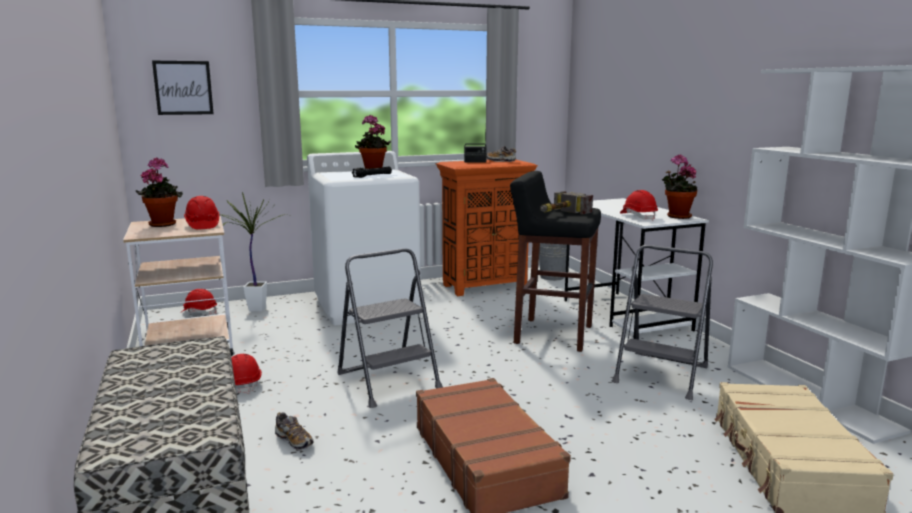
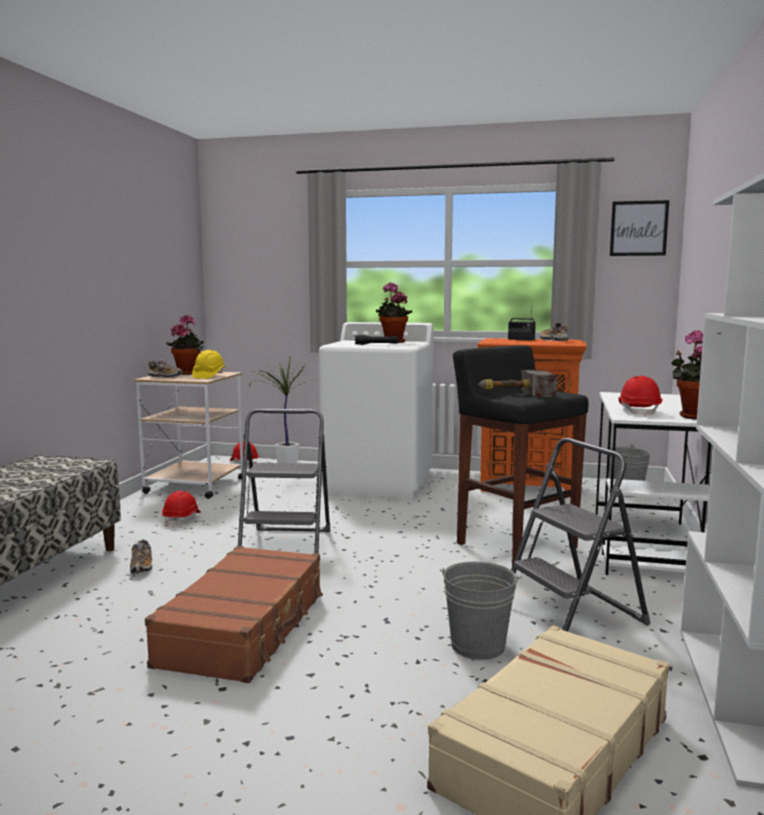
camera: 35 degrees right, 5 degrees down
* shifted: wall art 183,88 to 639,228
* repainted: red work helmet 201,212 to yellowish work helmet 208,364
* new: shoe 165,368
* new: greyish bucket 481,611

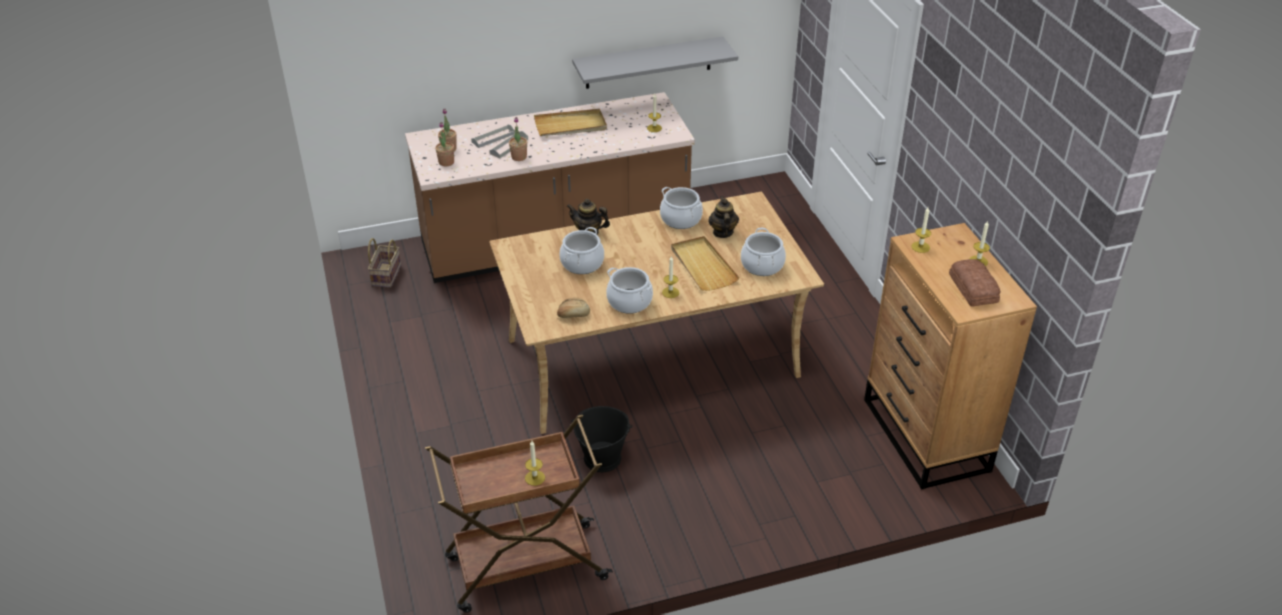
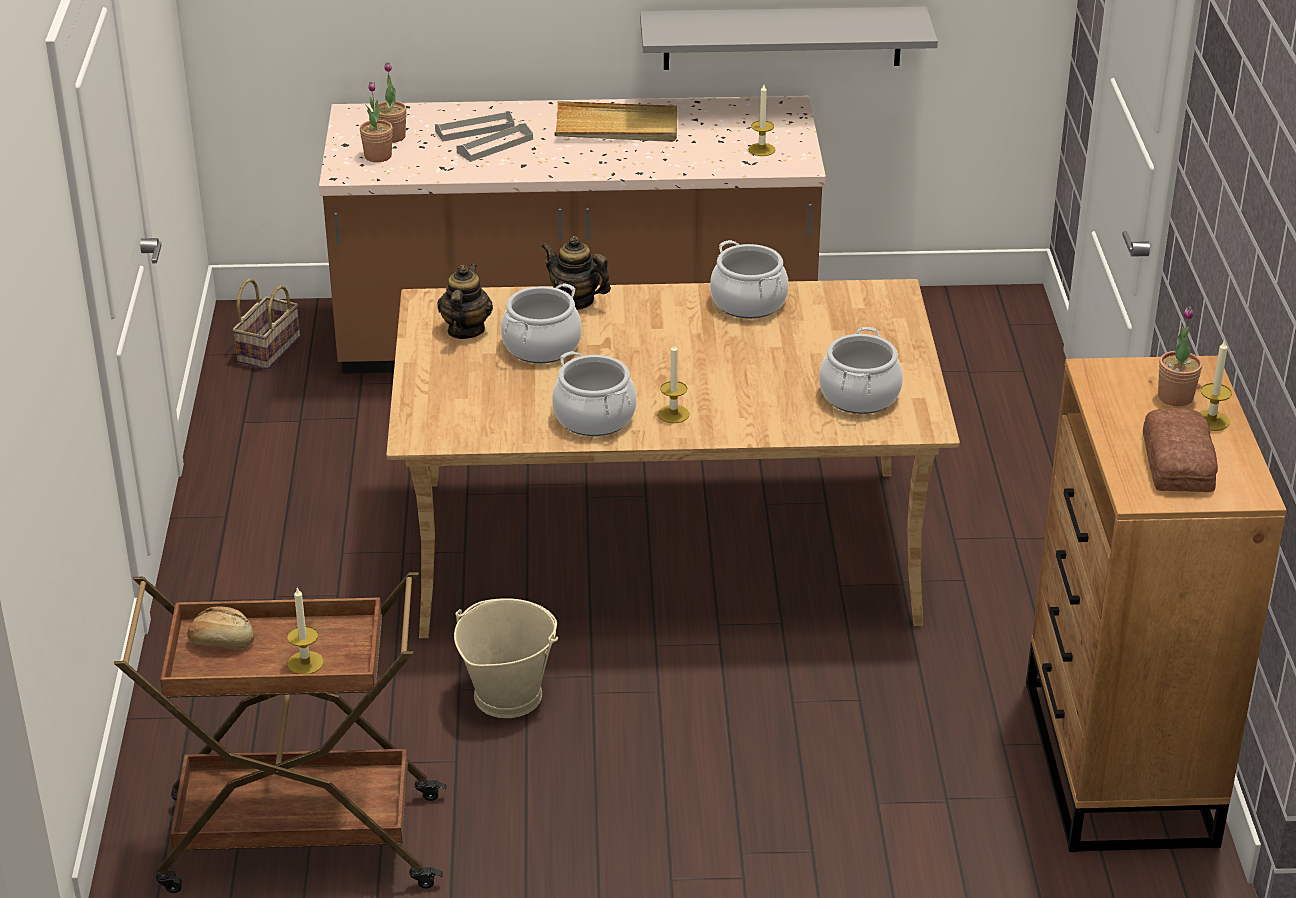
camera: 15 degrees right, 5 degrees down
* shifted: houseplant 518,139 to 1180,356
* shifted: tea pot 723,217 to 465,301
* gone: wax candle 921,230
* gone: beige carrying tray 705,263
* shifted: bread 573,307 to 221,627
* repainted: blackish bucket 601,439 to beige bucket 506,658

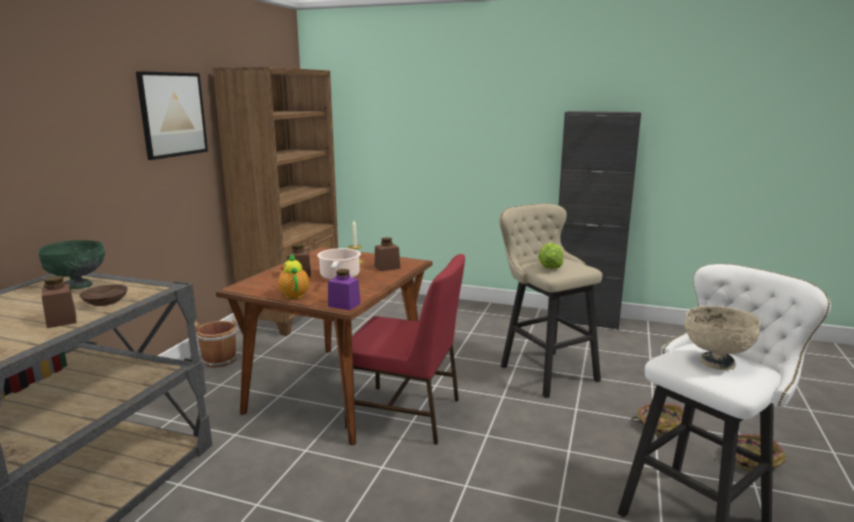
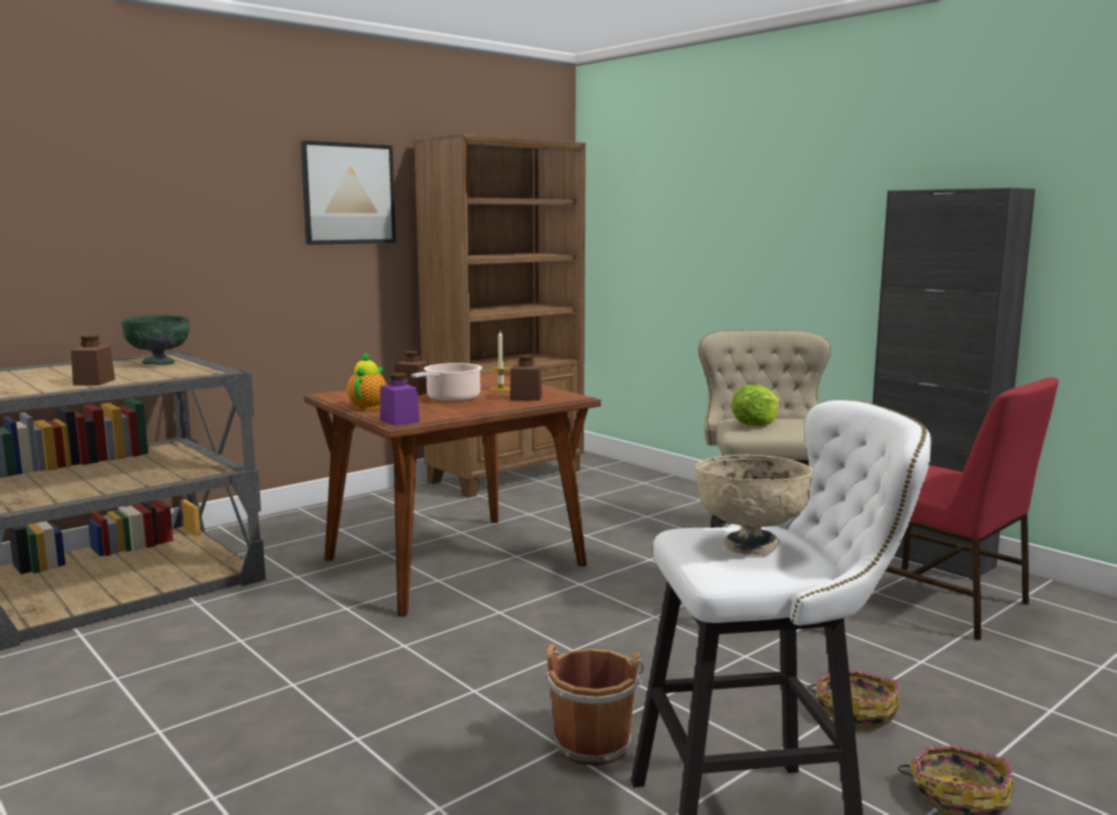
camera: 30 degrees right, 5 degrees down
* shifted: red plain chair 404,349 to 972,508
* gone: brown deep dish 103,295
* shifted: brown bucket 216,342 to 594,705

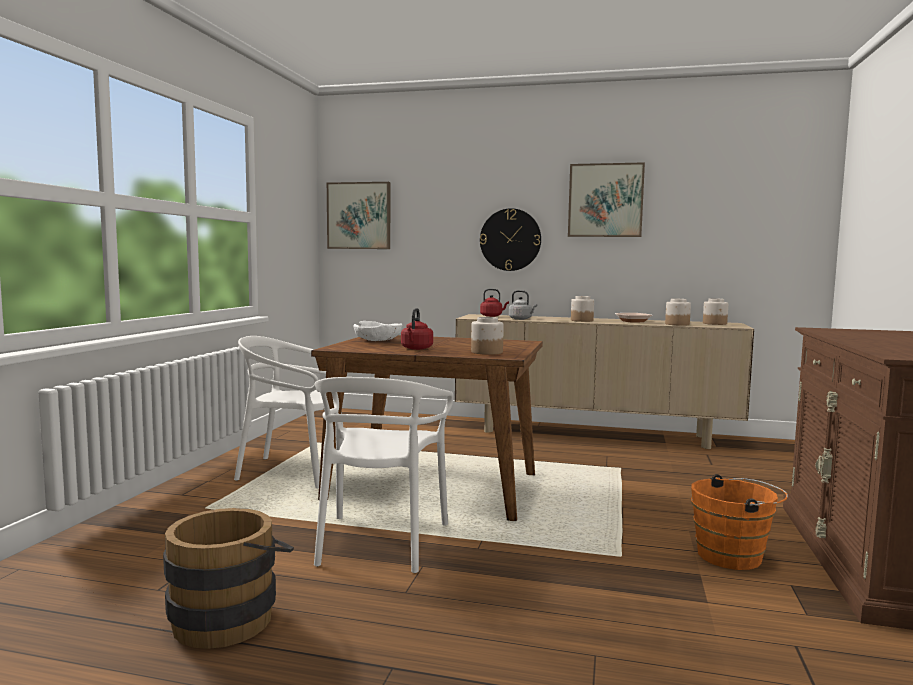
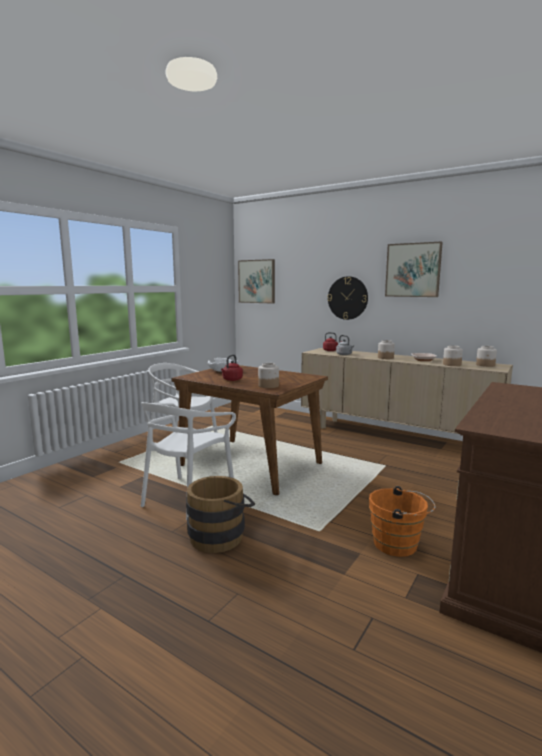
camera: 20 degrees right, 5 degrees up
* shifted: brown bucket 228,578 to 220,514

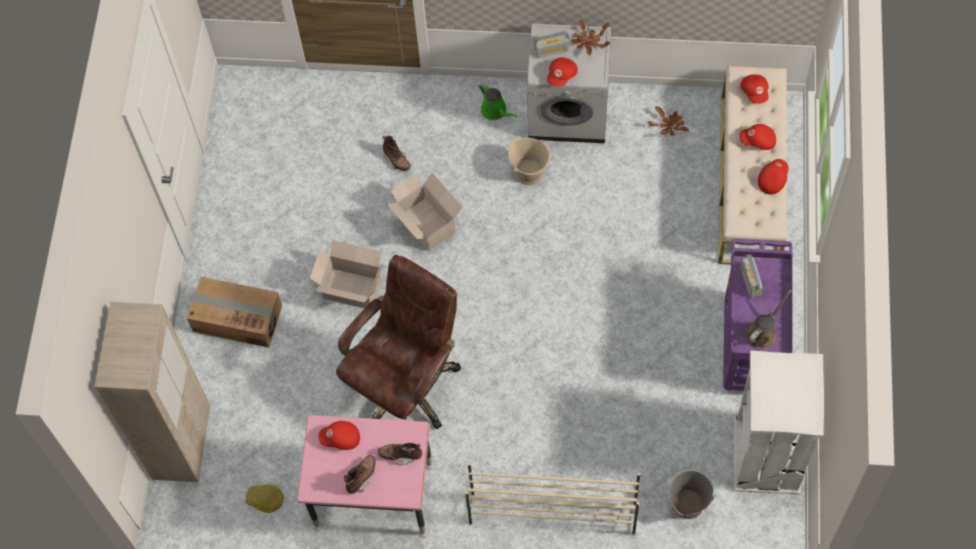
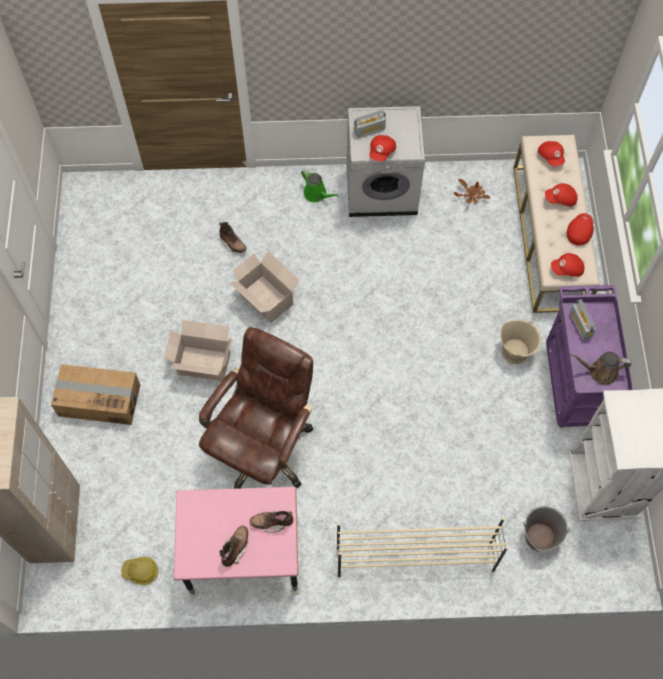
camera: 10 degrees left, 0 degrees up
* gone: houseplant 590,38
* shifted: beige bucket 529,161 to 520,342
* rotated: brown watering pot 769,319 = 601,368 120 degrees counterclockwise
* shifted: red peaked cap 339,435 to 567,265

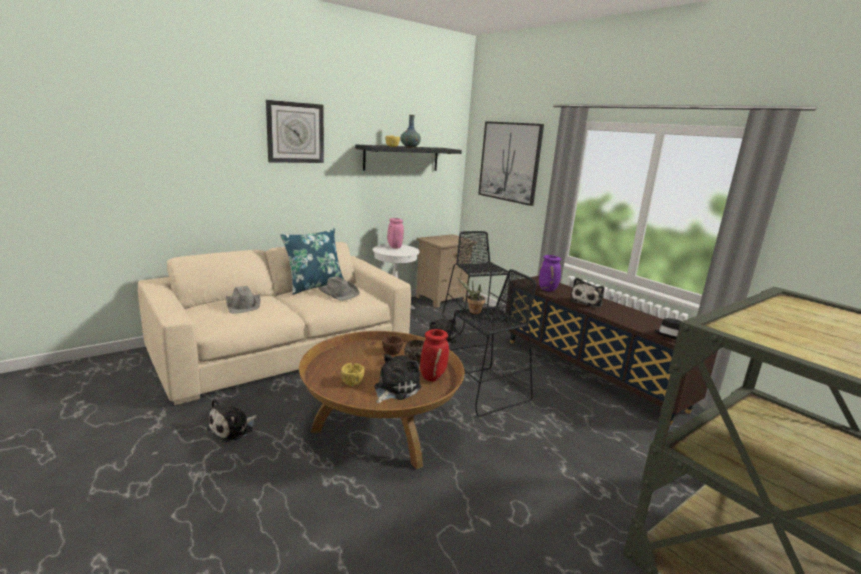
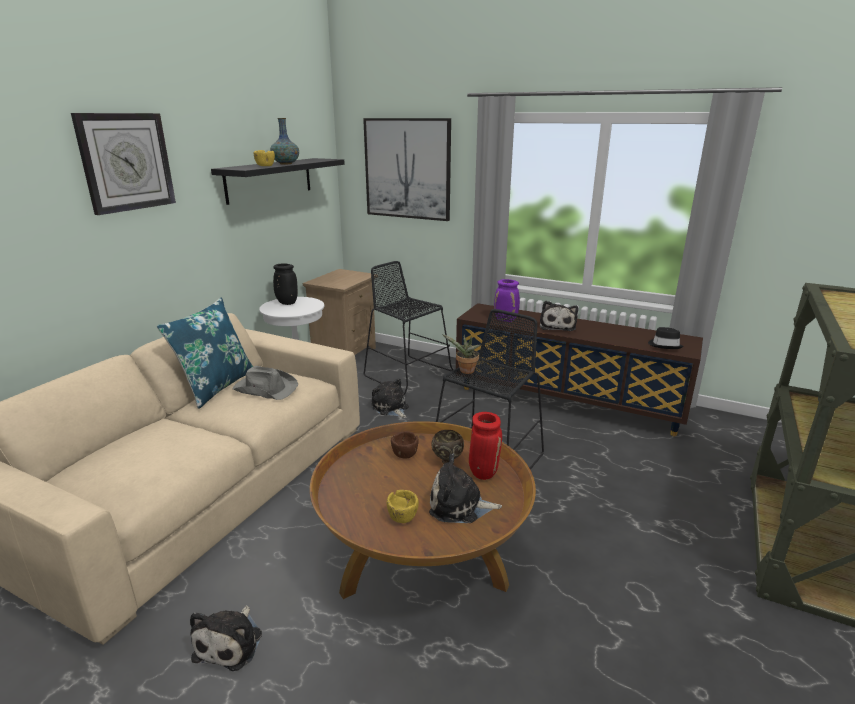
camera: 25 degrees left, 5 degrees up
* repainted: pink-coloured flower vase 395,233 to blackish flower vase 285,284
* gone: greyish hat 243,300
* rotated: cuddly toy 397,378 = 465,488 90 degrees counterclockwise

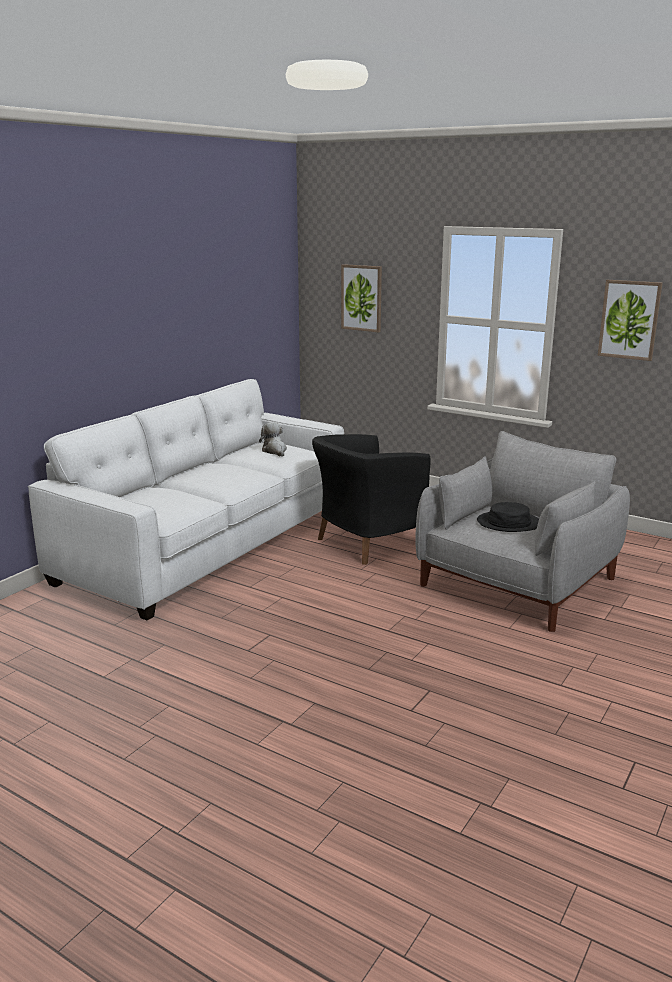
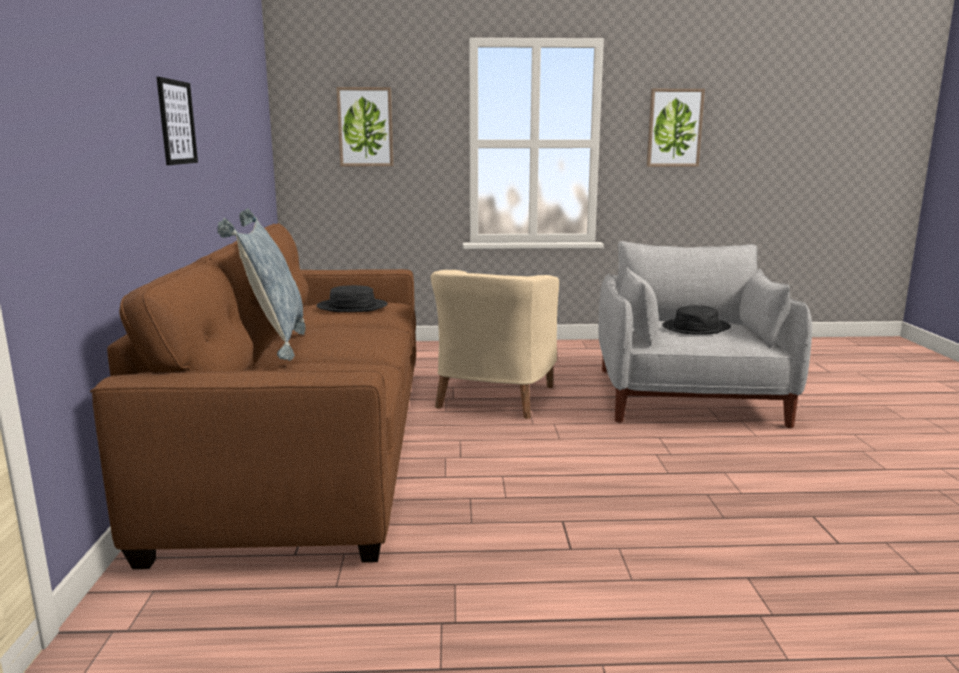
camera: 35 degrees left, 5 degrees down
* repainted: white settee 186,499 to brown settee 253,396
* swapped: cuddly toy 273,439 to blackish hat 352,298
* repainted: blackish armchair 371,499 to beige armchair 495,344
* new: wall art 177,121
* new: cushion 261,284

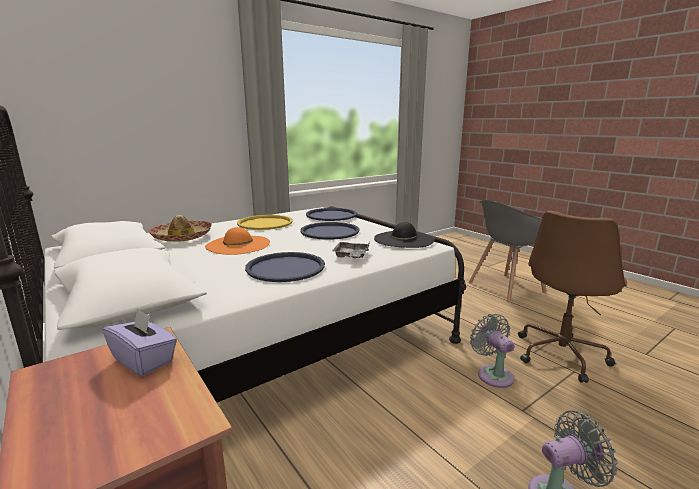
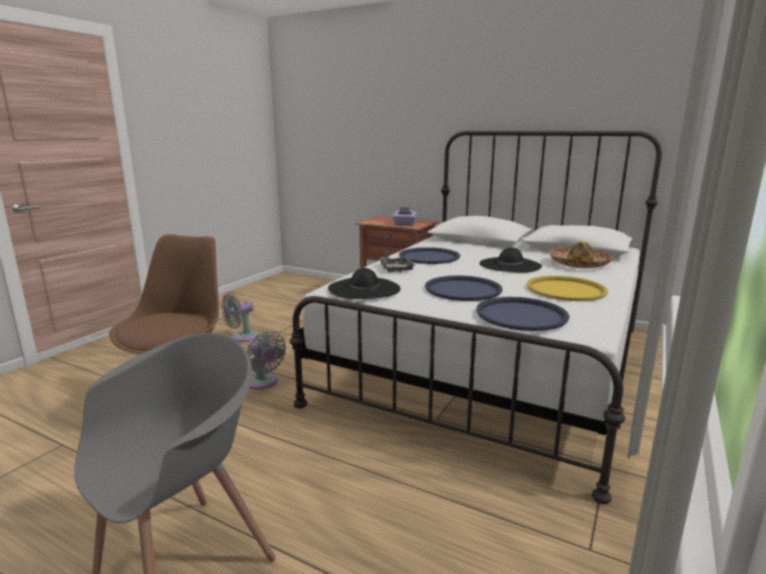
camera: 155 degrees right, 0 degrees up
* repainted: orange-coloured hat 237,241 to blackish hat 511,260

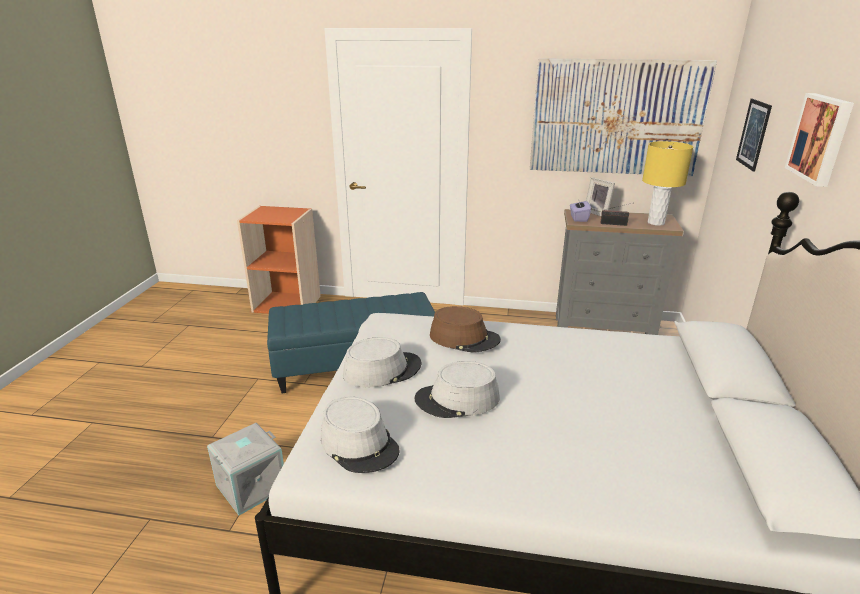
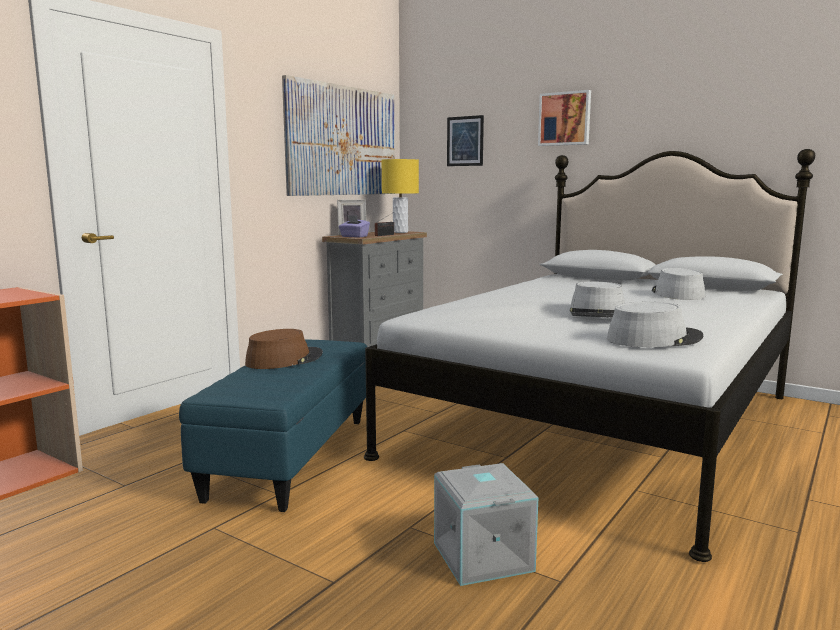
camera: 65 degrees left, 15 degrees down
* shifted: brown hat 465,329 to 284,349
* shifted: greyish hat 382,362 to 678,284

